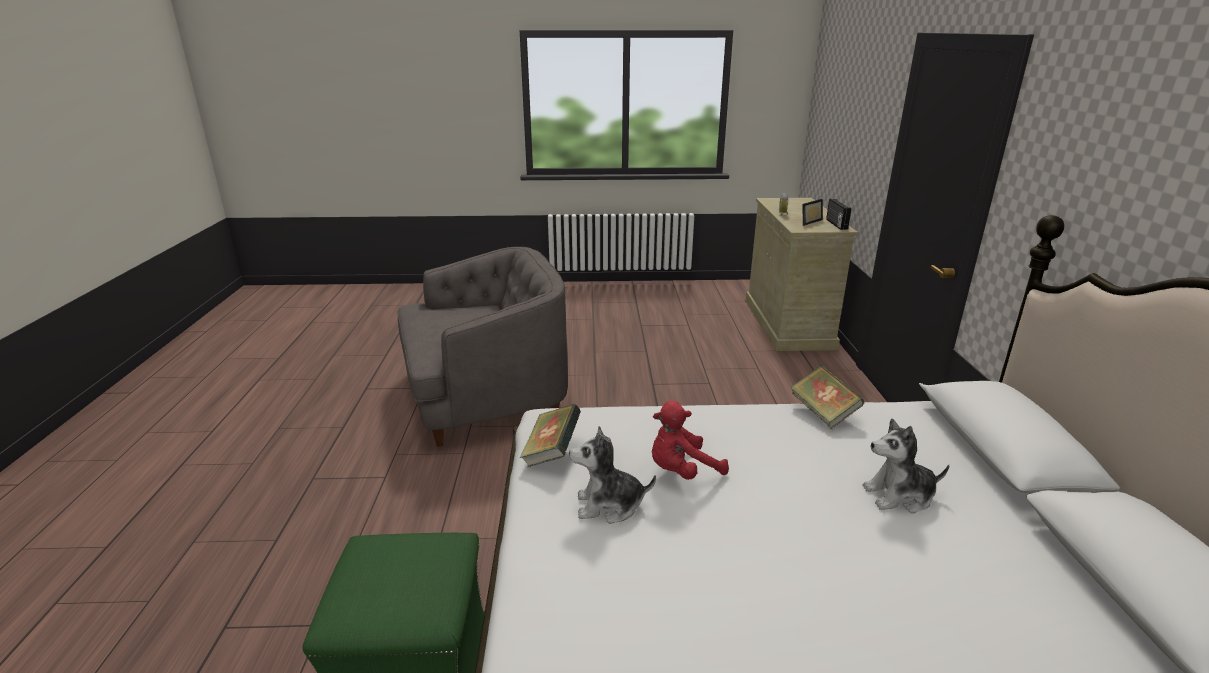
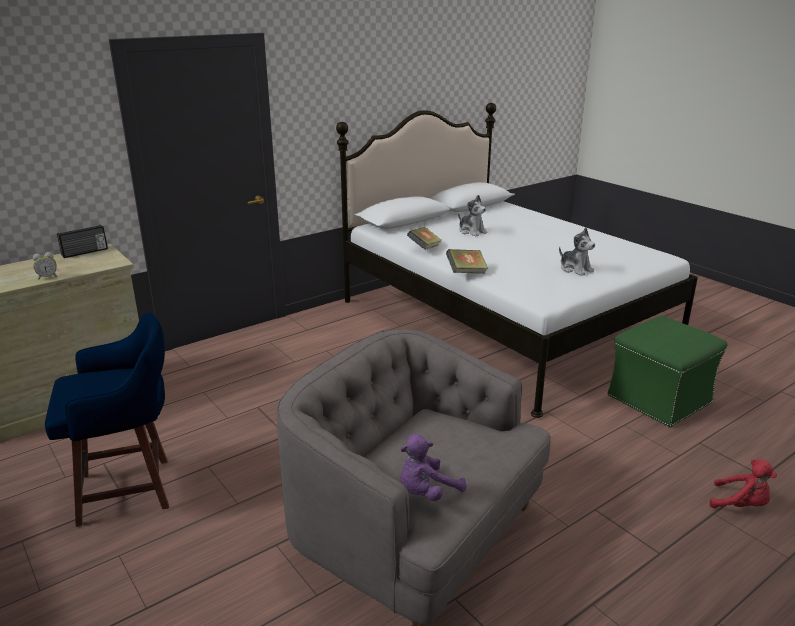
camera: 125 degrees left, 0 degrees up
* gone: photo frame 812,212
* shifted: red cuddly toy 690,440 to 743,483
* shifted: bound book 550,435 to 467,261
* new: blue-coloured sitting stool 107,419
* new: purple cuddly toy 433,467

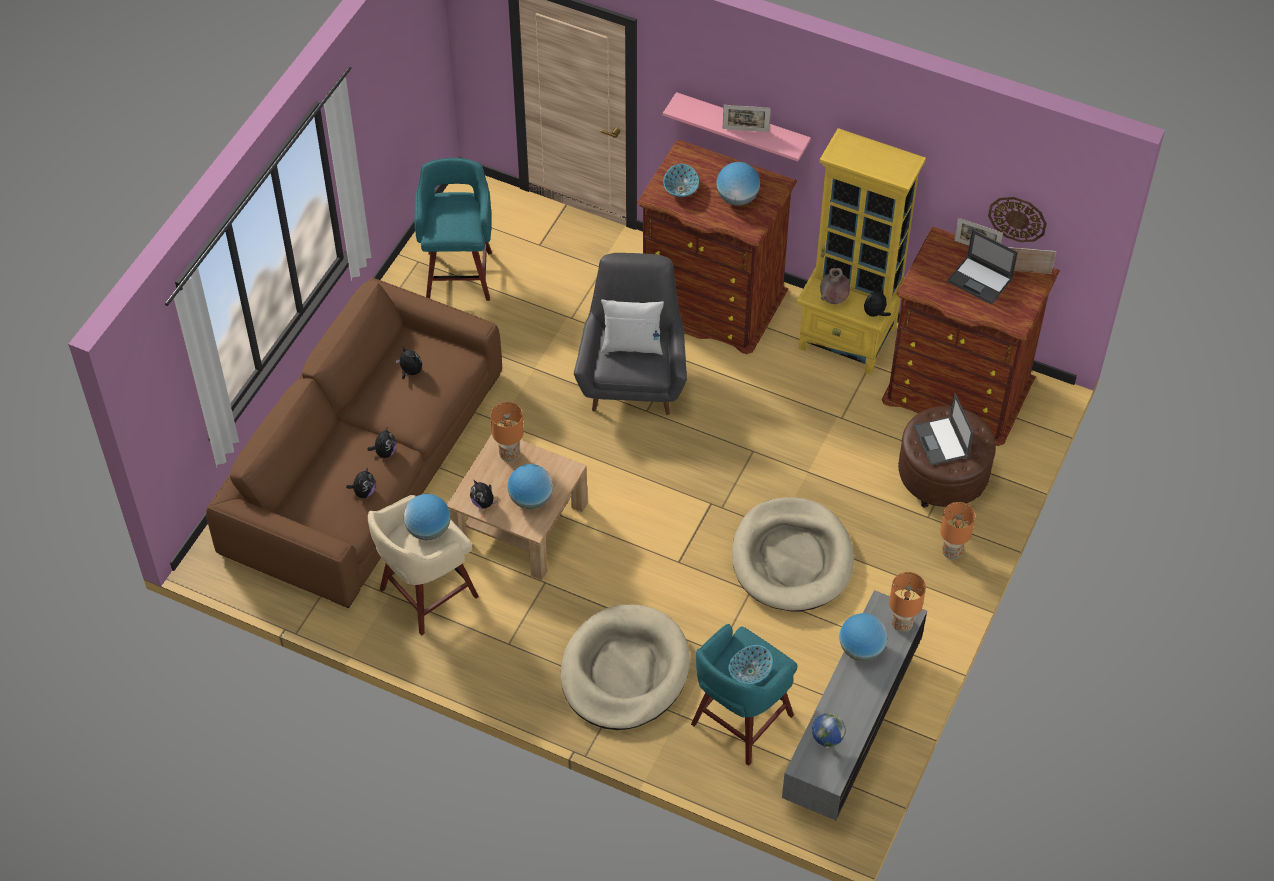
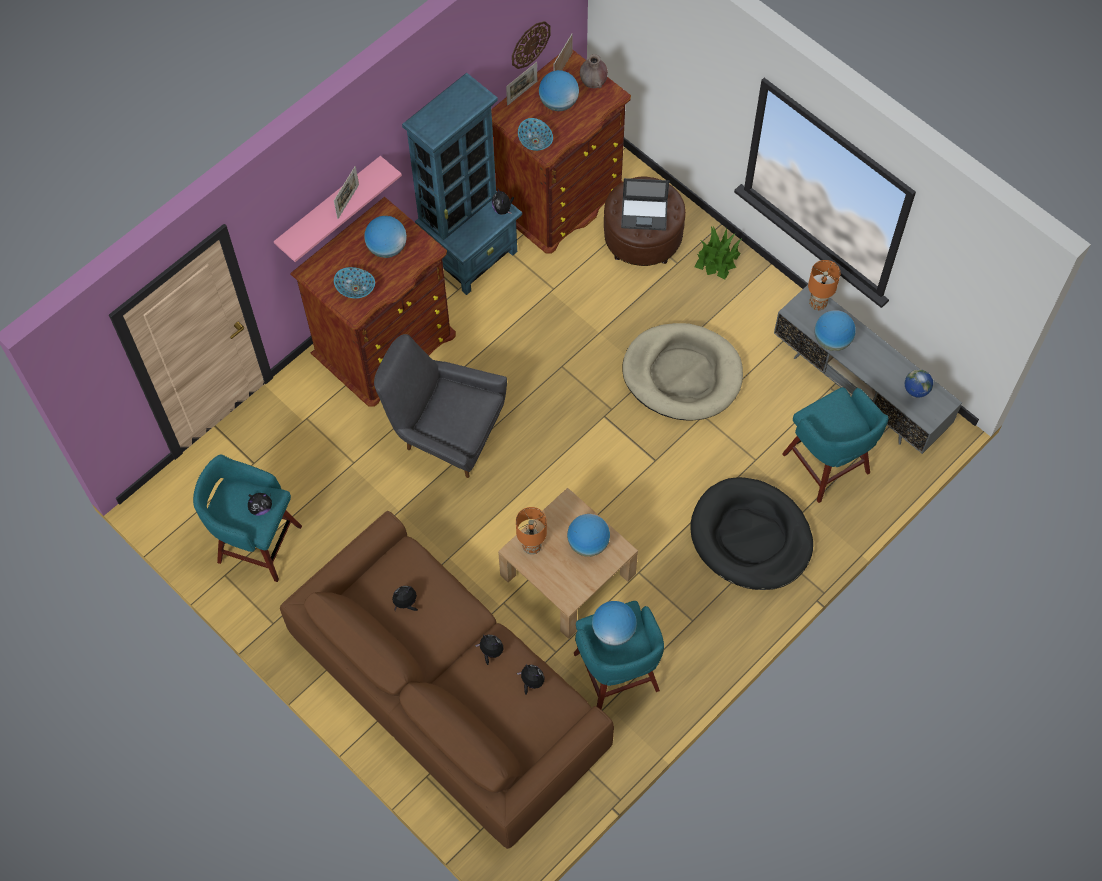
camera: 70 degrees left, 10 degrees up
* repainted: yellowish storage cabinet 861,251 to blue-coloured storage cabinet 462,184
* swapped: portable computer 982,267 to world globe 559,90
* shifted: brown flower vase 835,286 to 594,71
* gone: greyish cushion 632,327
* shifted: cuddly toy 484,494 to 260,504
* repainted: beige sitting stool 423,565 to turquoise sitting stool 619,655
* swapped: orange-coloured tabletop lamp 957,530 to houseplant 718,253
* repainted: beige pet bed 625,667 to blackish pet bed 752,533
* shifted: deep dish 751,664 to 535,134

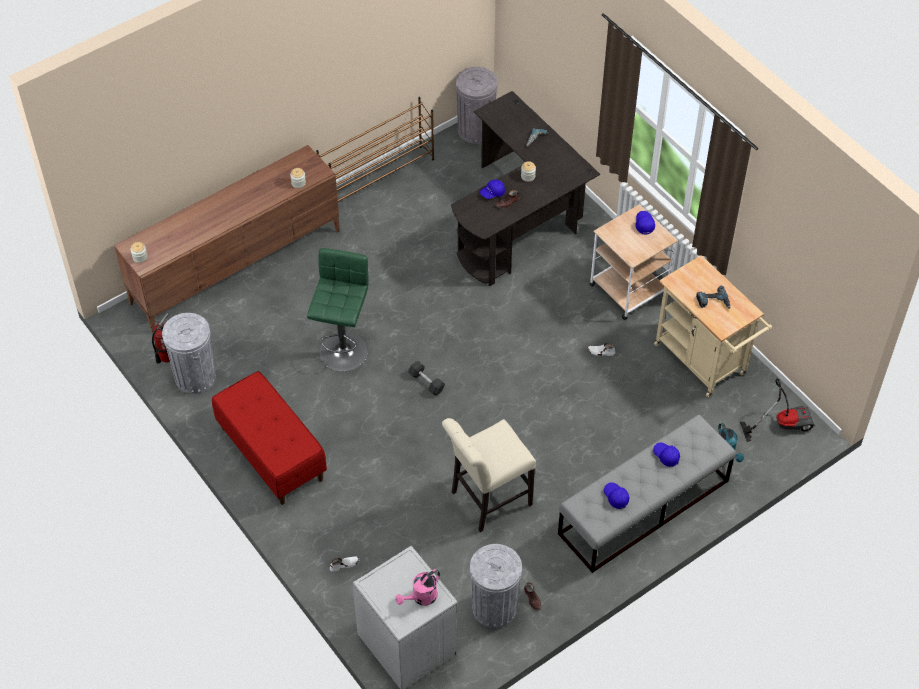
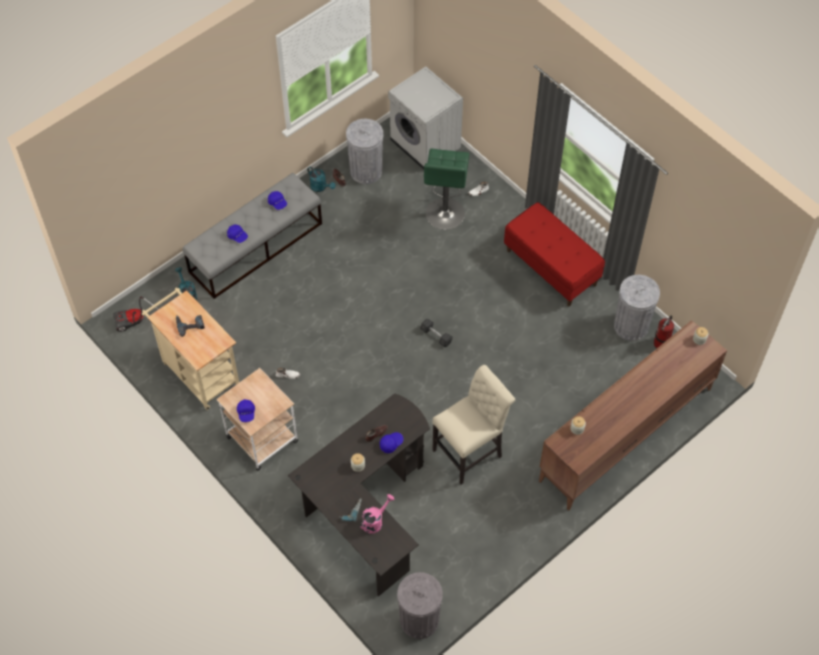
camera: 175 degrees right, 5 degrees up
* gone: brown shoe rack 375,149
* shifted: green-coloured sitting stool 338,309 to 446,189
* shifted: beige sitting stool 489,475 to 473,425
* shifted: pink-coloured watering pot 417,587 to 377,514
* new: turquoise watering pot 321,179

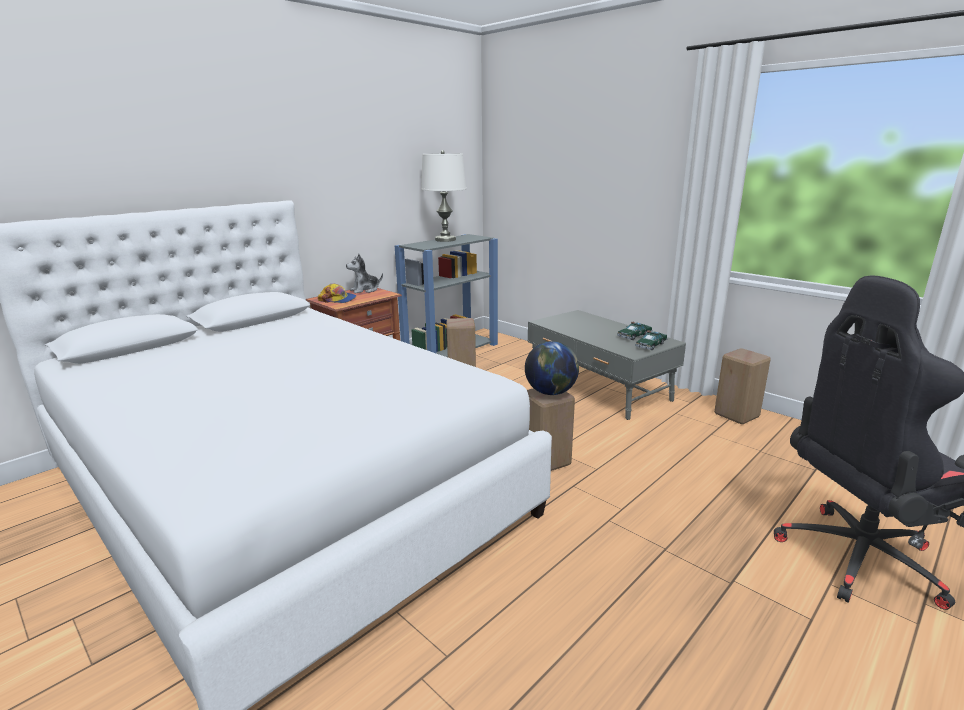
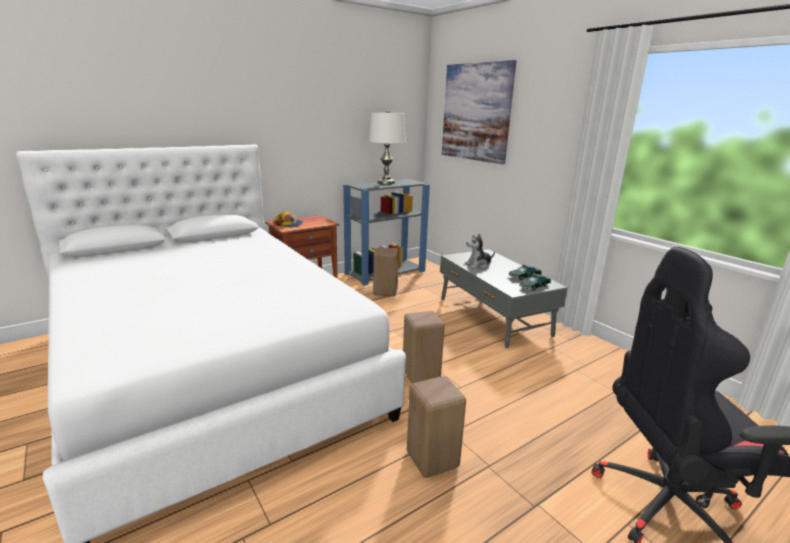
camera: 10 degrees right, 0 degrees up
* shifted: cuddly toy 364,274 to 480,251
* gone: world globe 552,368
* shifted: beige sitting stool 742,386 to 436,427
* new: wall art 479,112

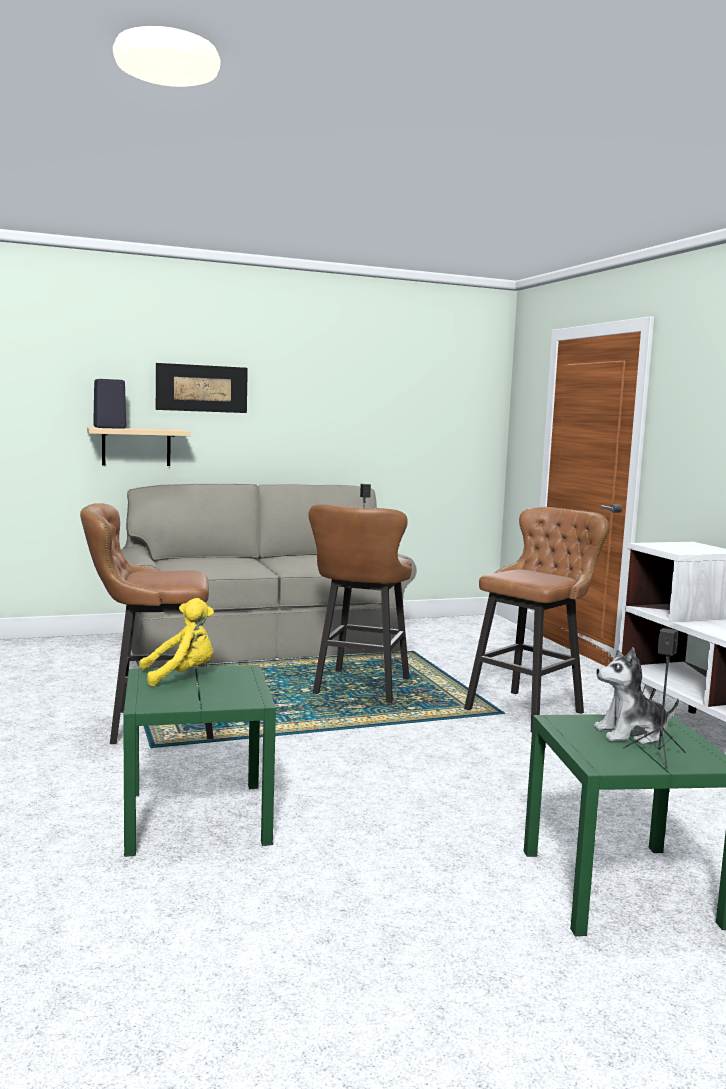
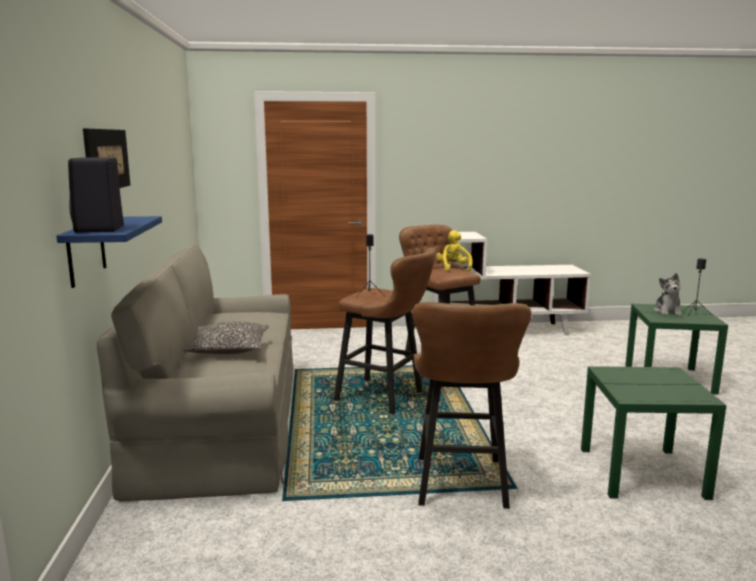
camera: 75 degrees left, 5 degrees up
* repainted: beige bracket shelf 139,446 to blue-coloured bracket shelf 109,252
* shifted: yellowish cuddly toy 177,642 to 454,251
* new: cushion 226,337

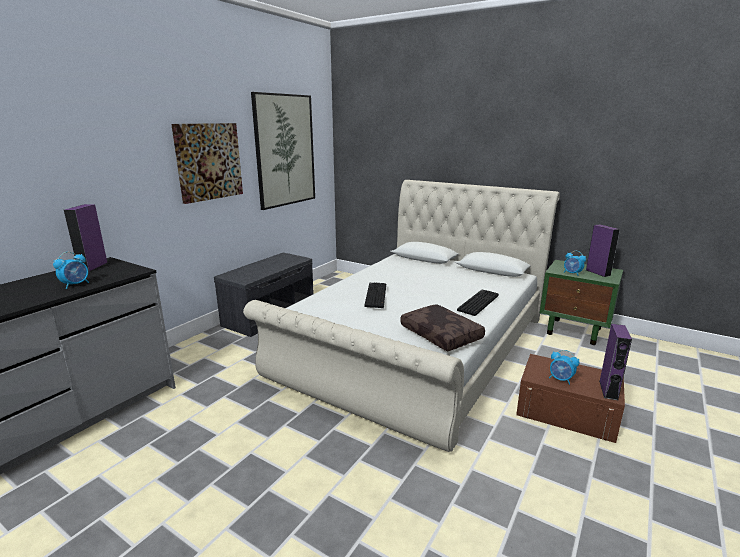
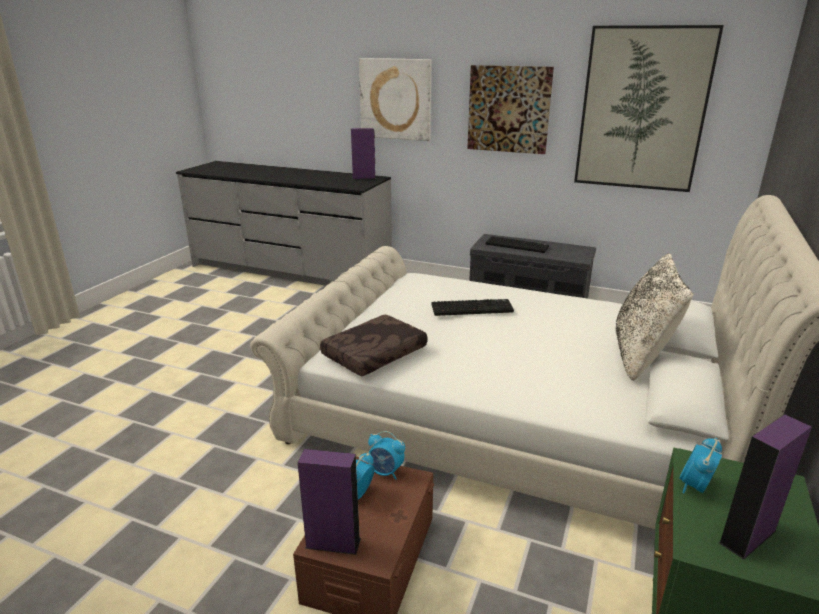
camera: 80 degrees right, 5 degrees up
* shifted: alarm clock 71,270 to 386,455
* shifted: keyboard 478,303 to 517,244
* new: wall art 395,99
* new: beige cushion 654,317

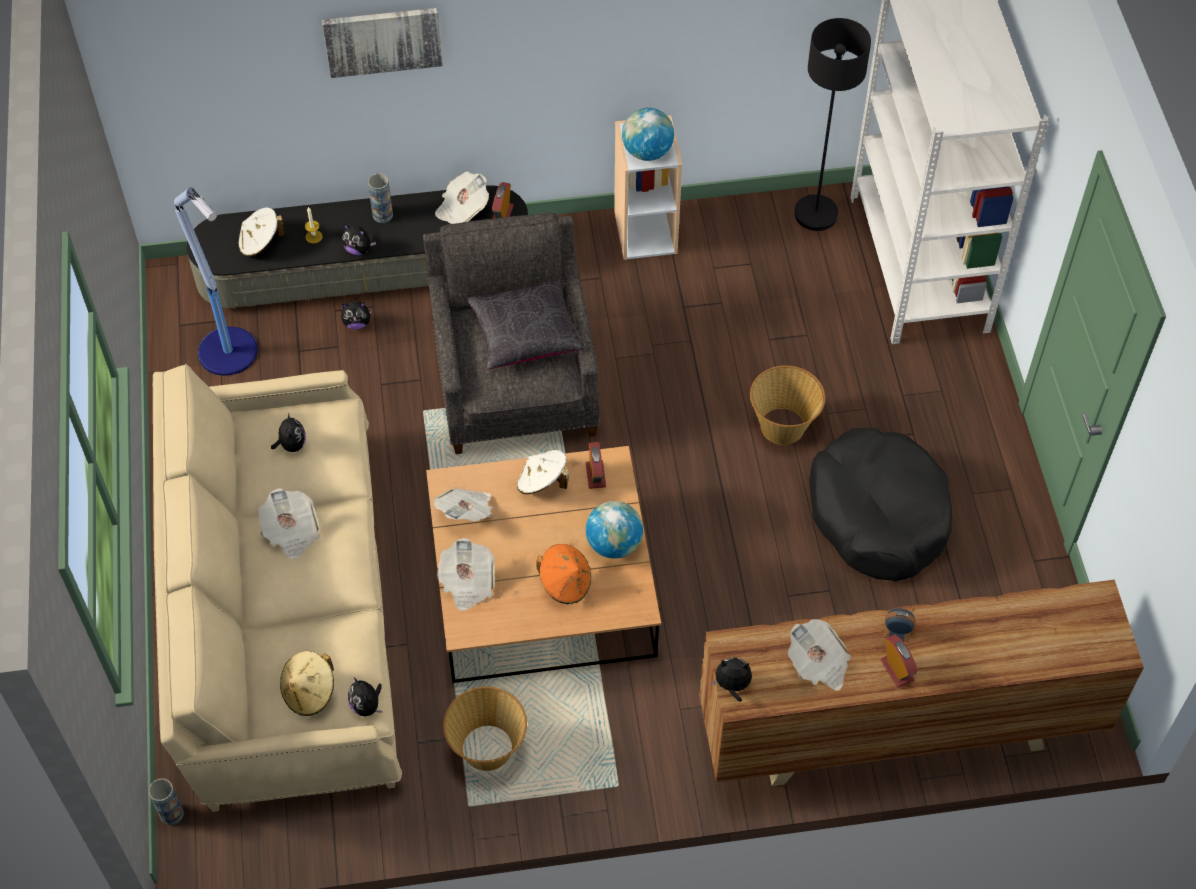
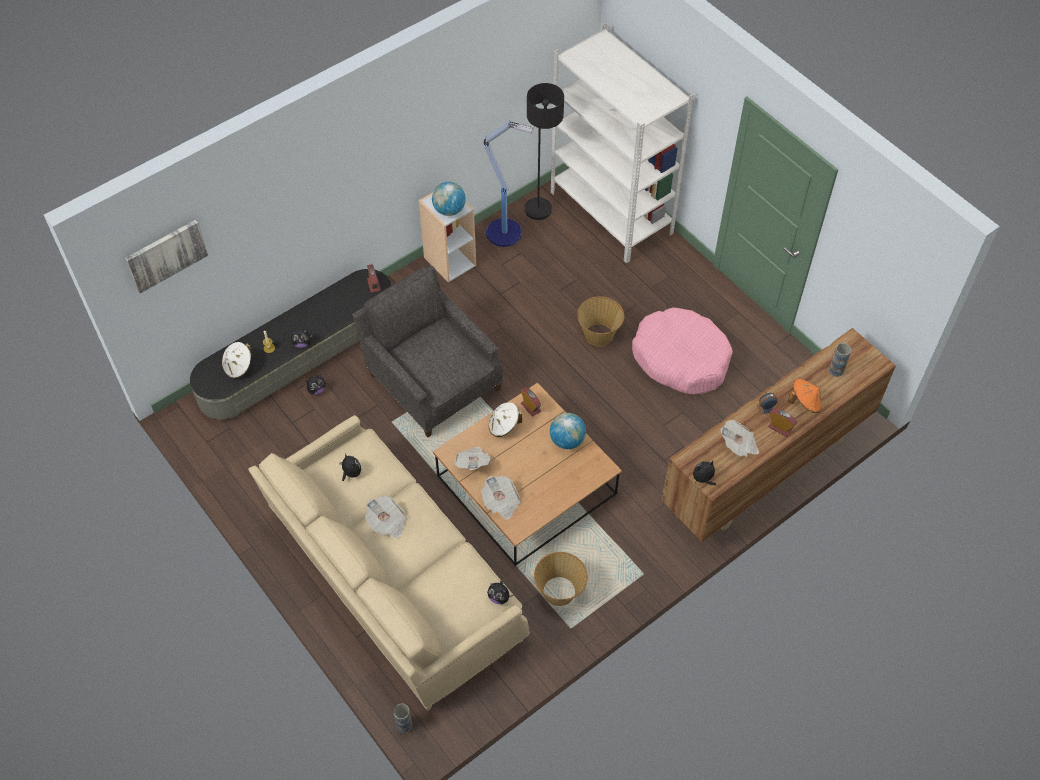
camera: 30 degrees left, 0 degrees up
* shifted: wall art 382,43 to 166,256
* gone: daily paper 462,198
* shifted: flower vase 380,198 to 840,360
* shifted: standing lamp 216,281 to 509,184
* gone: blackish cushion 526,323
* repainted: blackish pet bed 880,504 to pink-coloured pet bed 682,351
* shifted: orange-coloured hat 563,574 to 805,396
* gone: beige hat 307,683

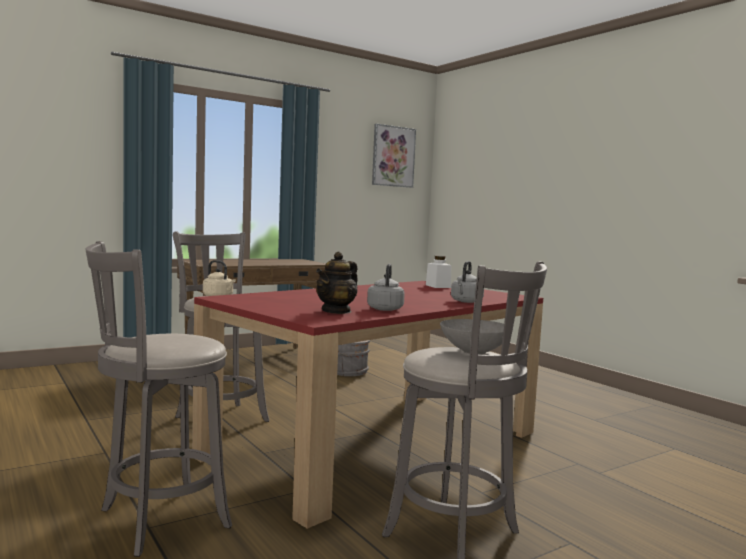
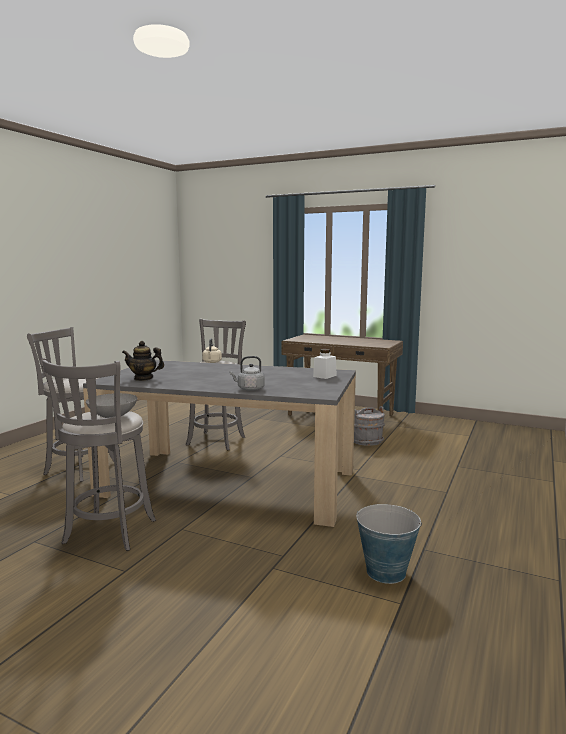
camera: 60 degrees right, 5 degrees up
* gone: wall art 394,156
* gone: greyish tea kettle 386,287
* repainted: red kitchen table 367,405 to greyish kitchen table 219,443
* new: bucket 389,544

